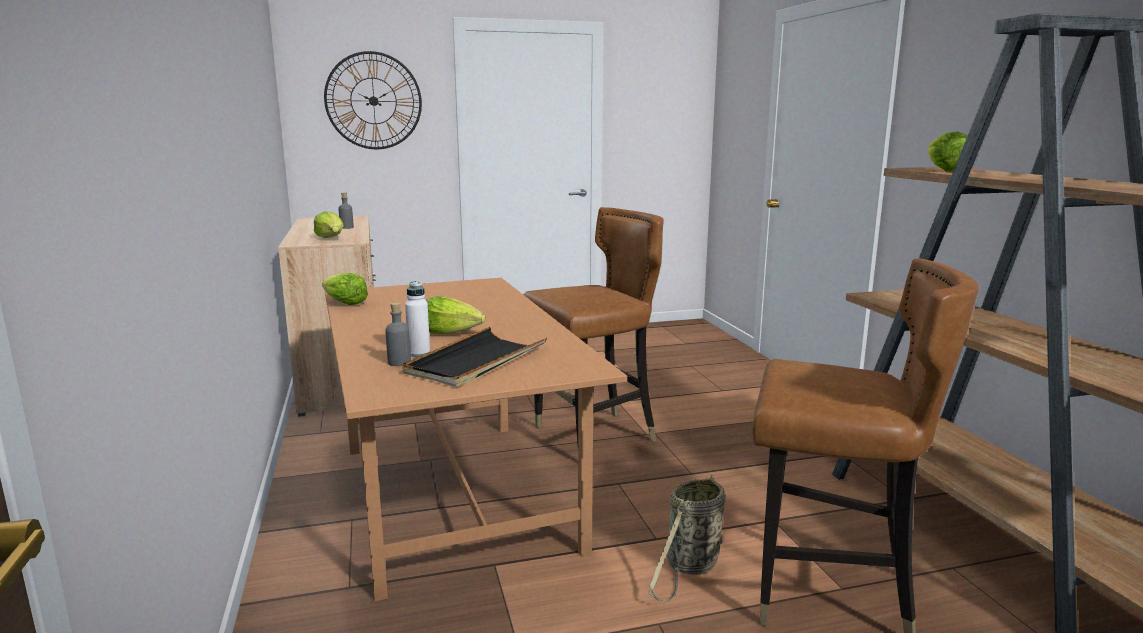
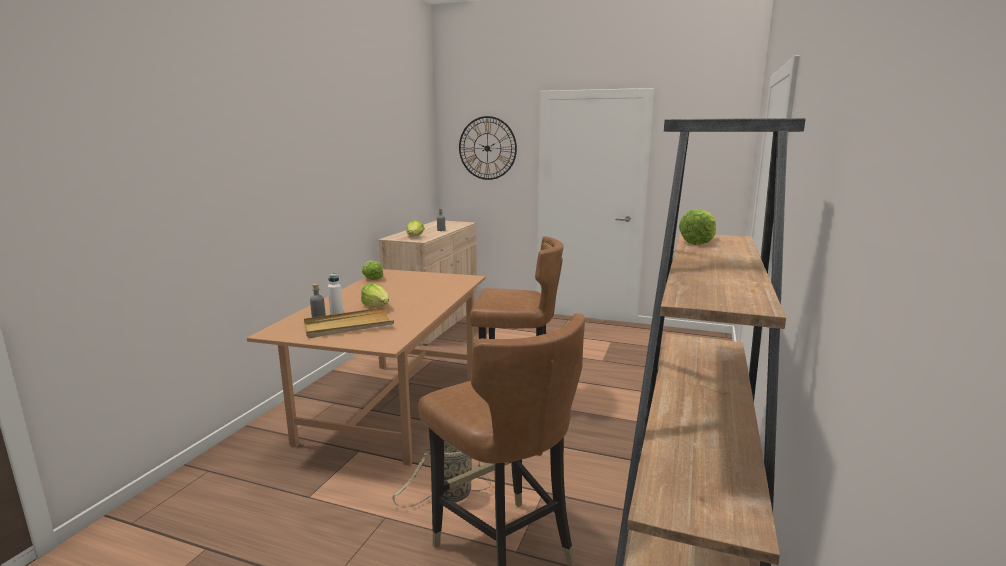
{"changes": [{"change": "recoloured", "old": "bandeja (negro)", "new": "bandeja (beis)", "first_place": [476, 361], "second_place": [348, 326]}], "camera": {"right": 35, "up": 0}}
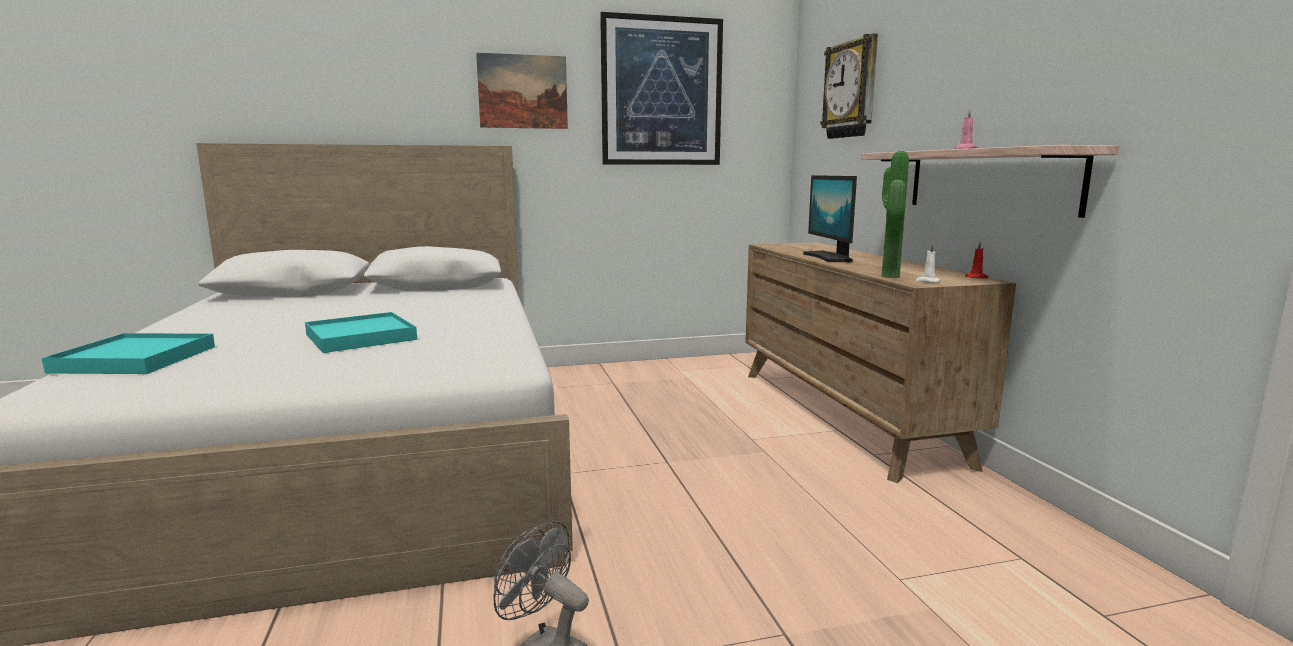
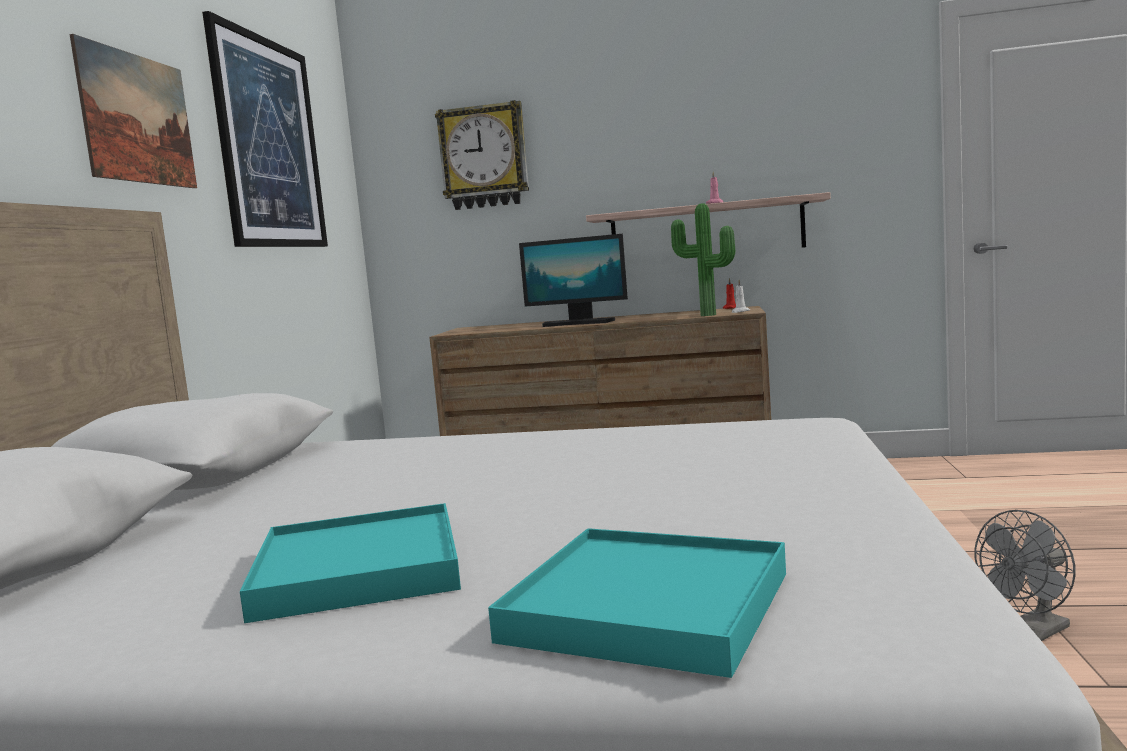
{"changes": [{"change": "moved", "old": "bandeja (turquesa)", "first_place": [360, 337], "second_place": [358, 570]}], "camera": {"right": -65, "up": -5}}
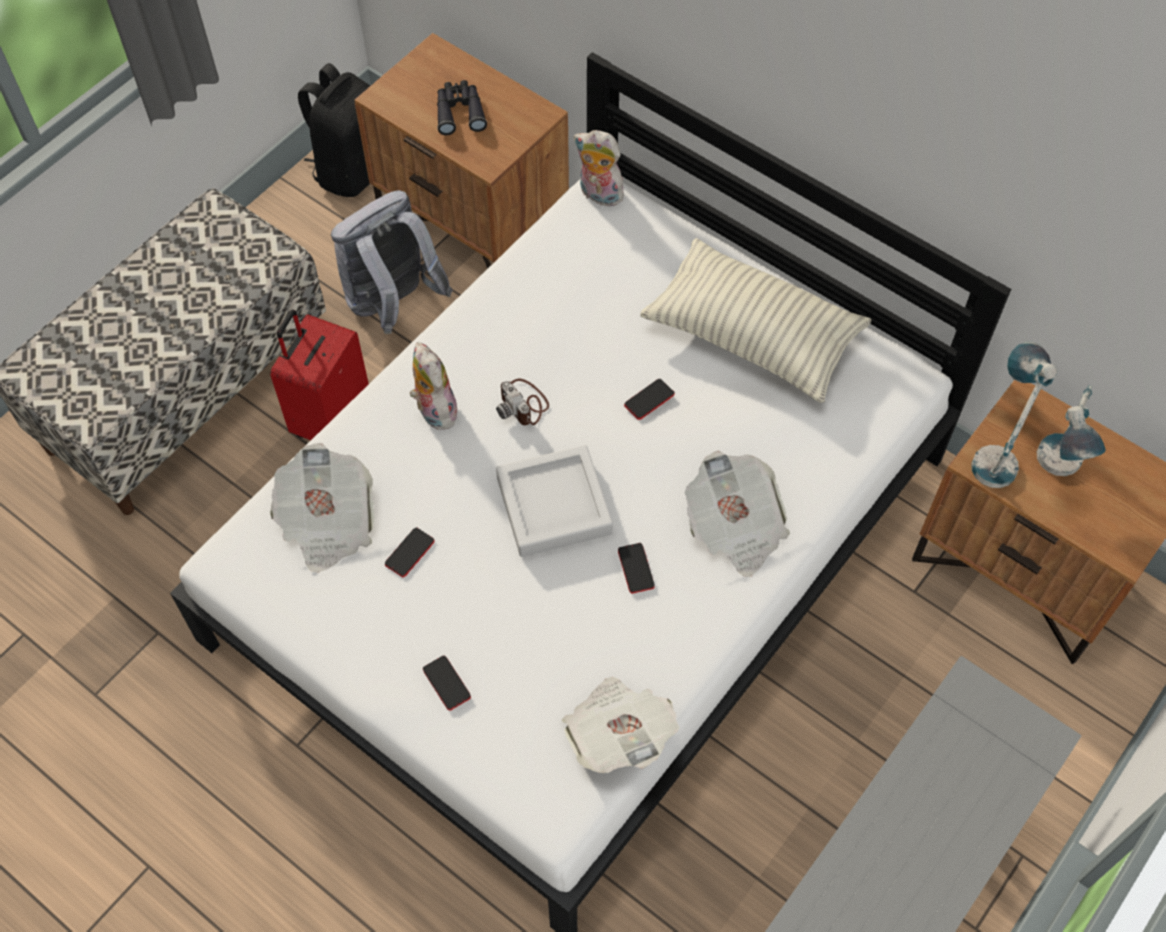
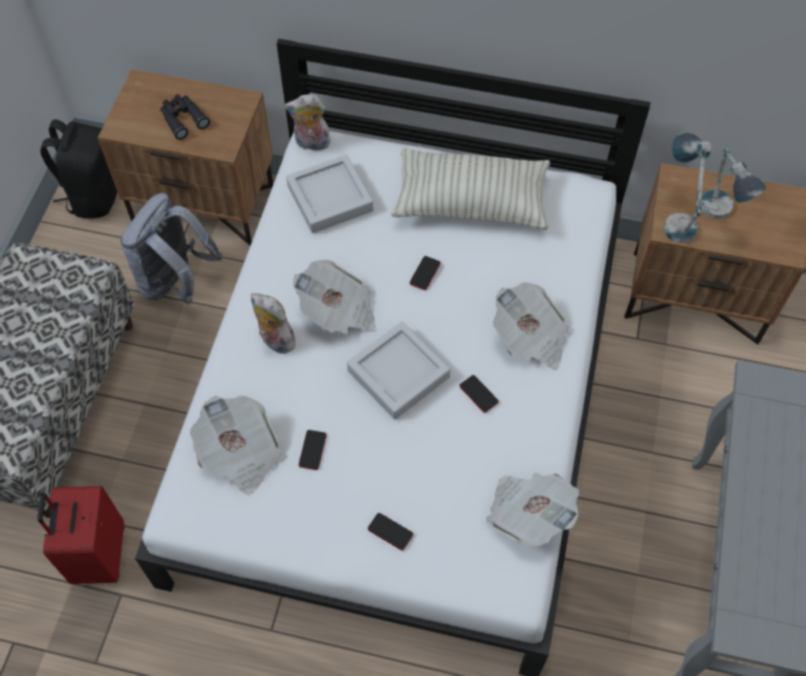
{"changes": [{"change": "added", "new": "bandeja (gris)", "second_place": [330, 198]}, {"change": "moved", "old": "maleta (rojo)", "first_place": [330, 419], "second_place": [99, 555]}, {"change": "replaced", "old": "cámara", "new": "periódico", "first_place": [523, 404], "second_place": [338, 311]}], "camera": {"right": -25, "up": 0}}
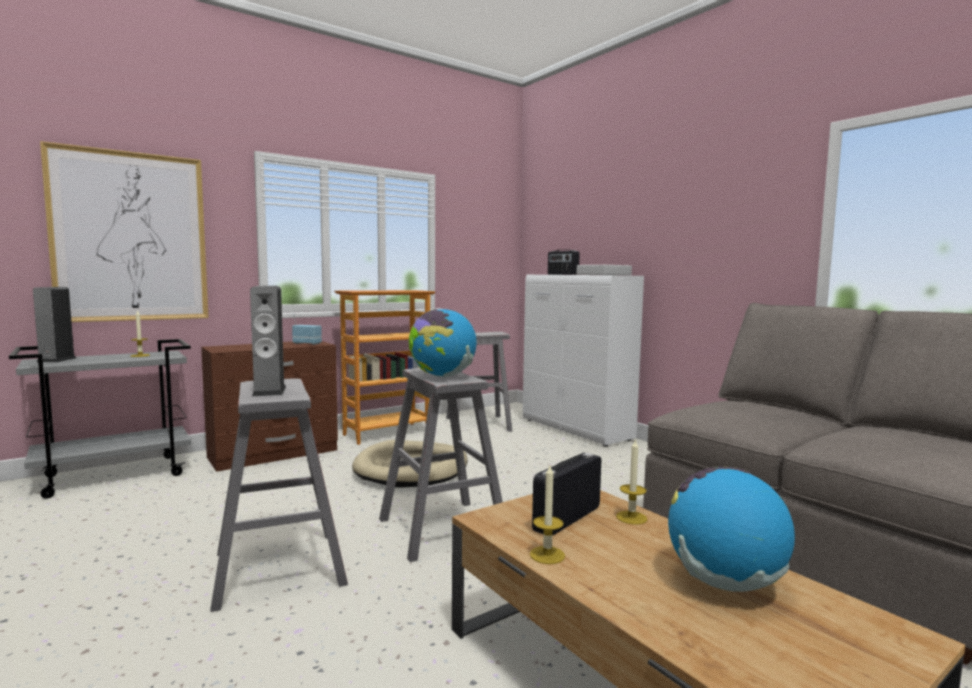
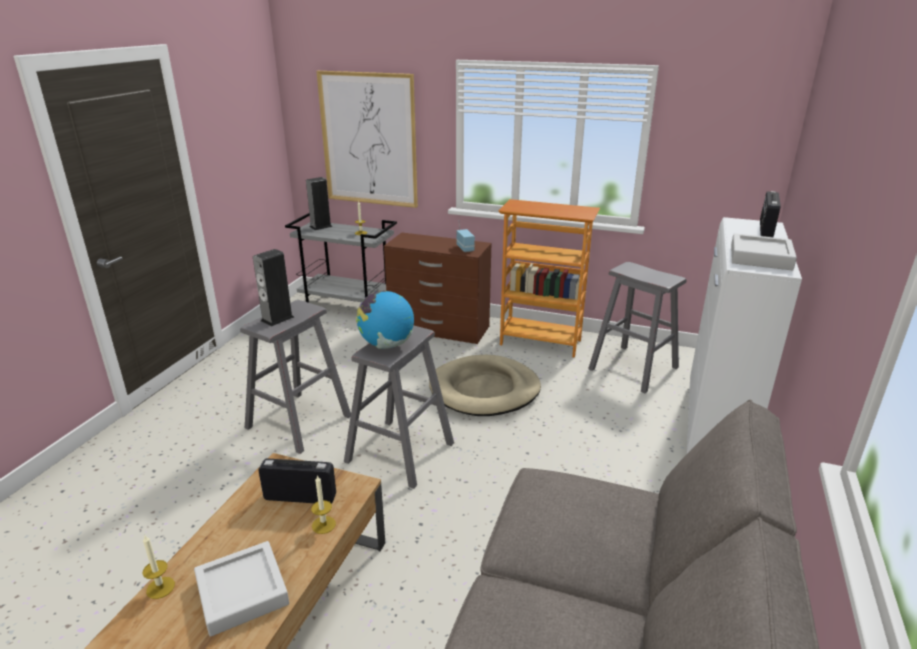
{"changes": [{"change": "moved", "old": "vela", "first_place": [547, 555], "second_place": [160, 587]}, {"change": "replaced", "old": "globo terráqueo", "new": "bandeja (gris)", "first_place": [725, 583], "second_place": [242, 592]}], "camera": {"right": 55, "up": 20}}
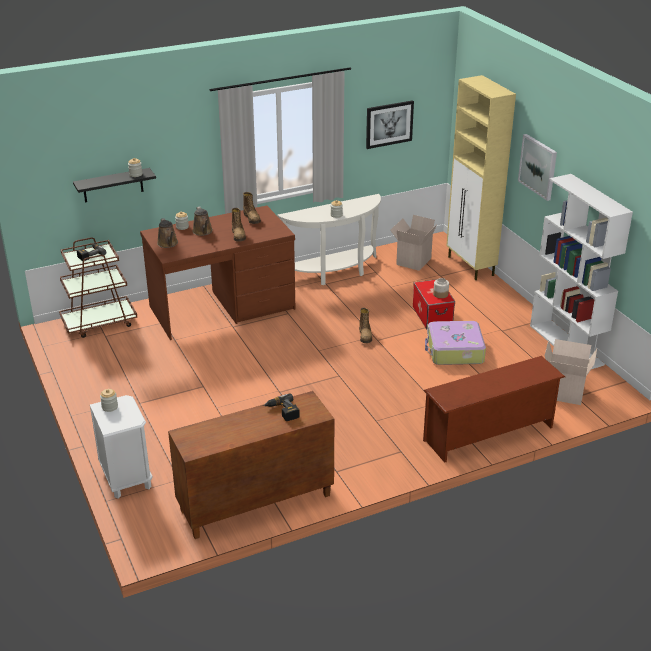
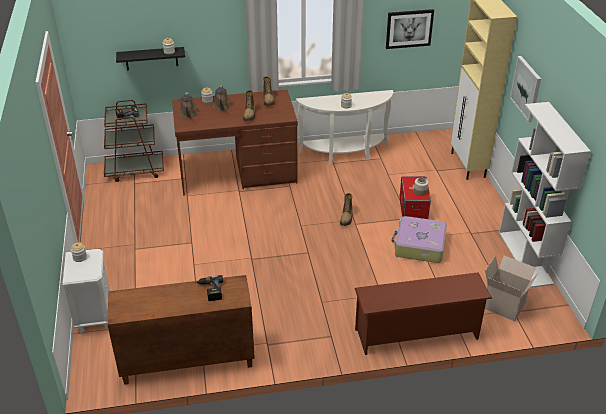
{"changes": [{"change": "removed", "old": "caja de cartón", "first_place": [413, 261]}], "camera": {"right": 15, "up": 5}}
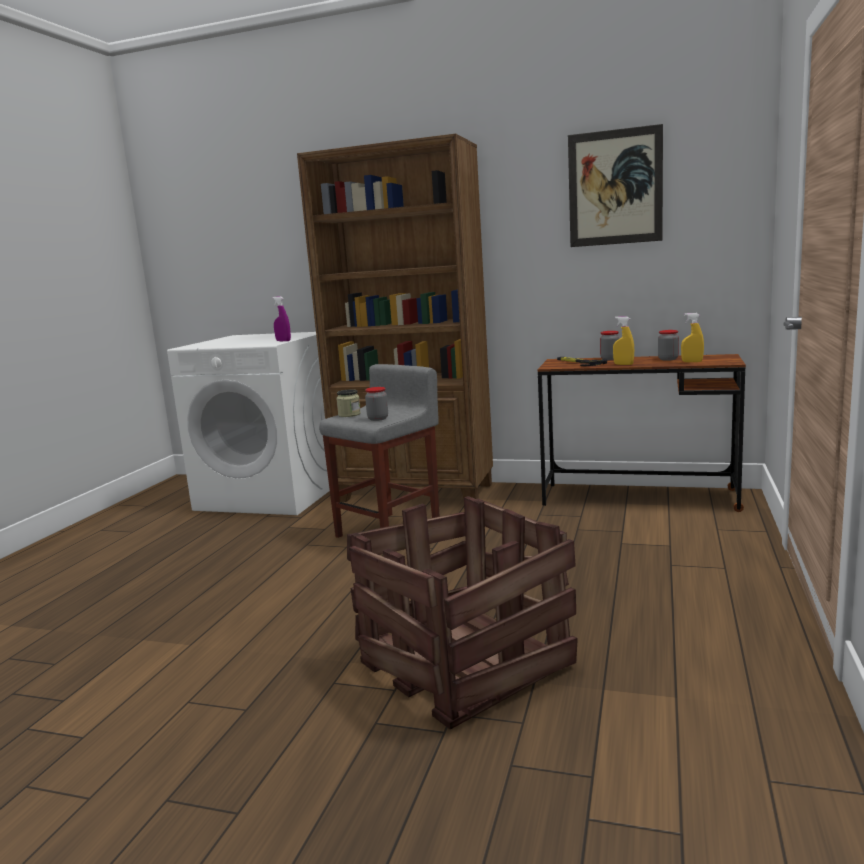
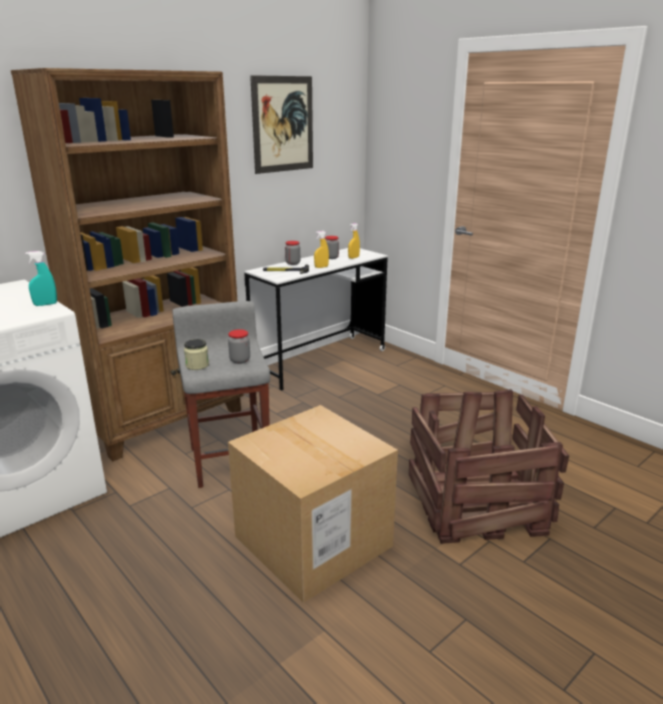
{"changes": [{"change": "added", "new": "caja de cartón", "second_place": [313, 541]}, {"change": "recoloured", "old": "pulverizador (morado)", "new": "pulverizador (turquesa)", "first_place": [283, 341], "second_place": [45, 304]}, {"change": "recoloured", "old": "escritorio (marrón)", "new": "escritorio (blanco)", "first_place": [638, 497], "second_place": [320, 361]}], "camera": {"right": -60, "up": 10}}
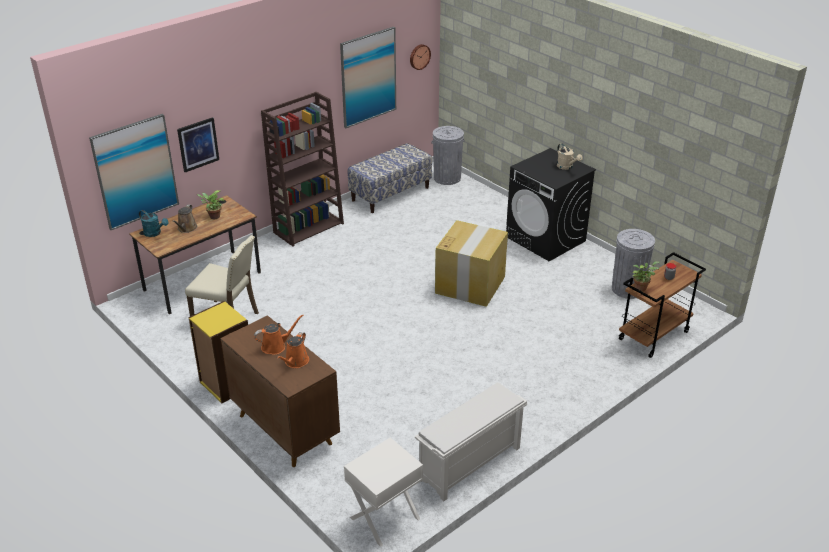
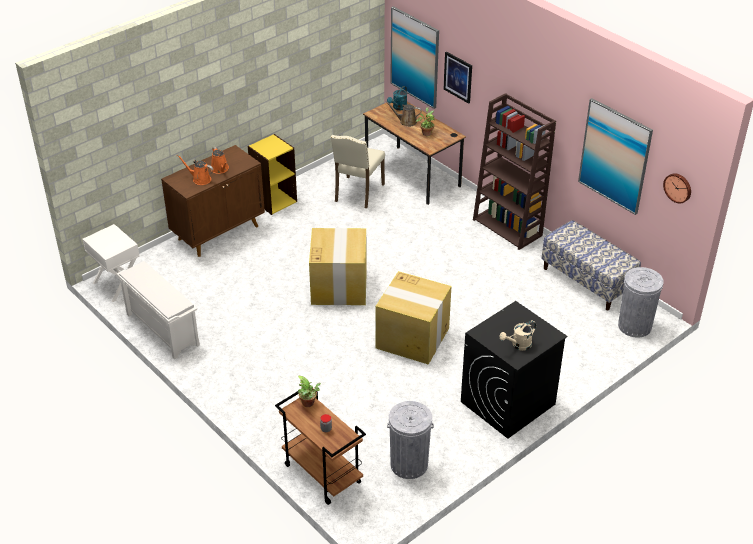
{"changes": [{"change": "added", "new": "caja de cartón", "second_place": [339, 286]}], "camera": {"right": 90, "up": 5}}
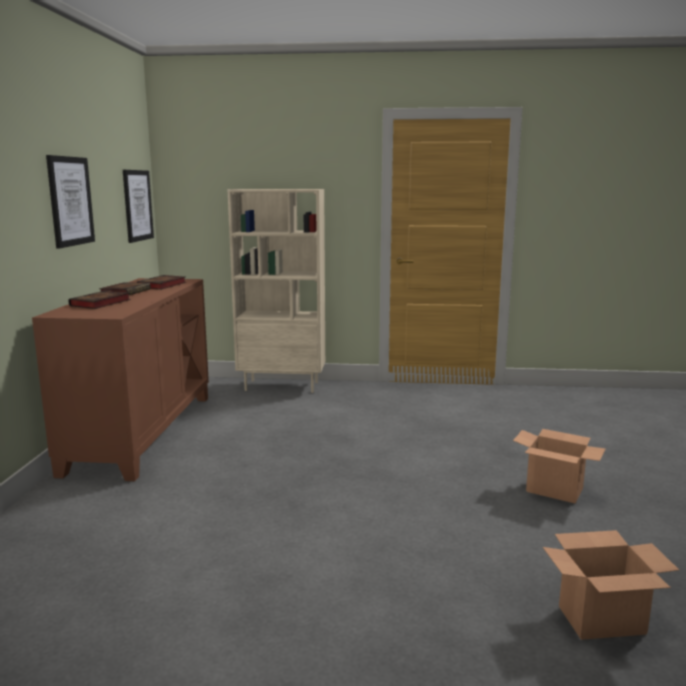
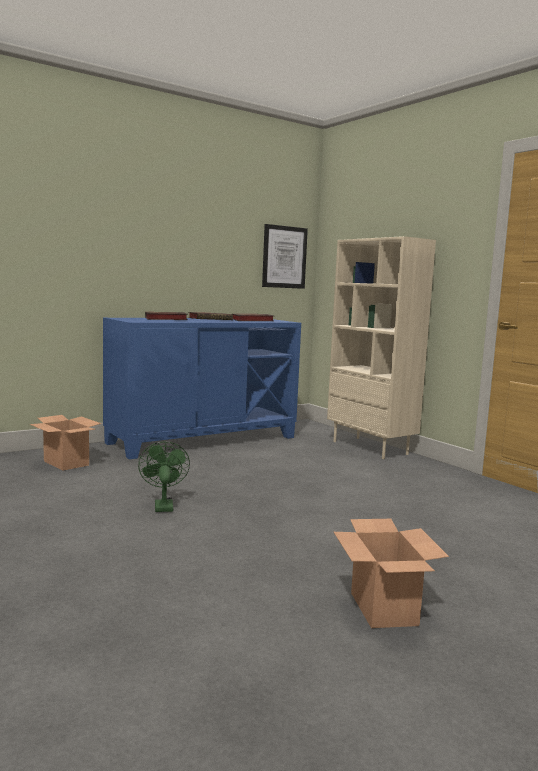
{"changes": [{"change": "removed", "old": "cuadro", "first_place": [70, 201]}, {"change": "added", "new": "ventilador (verde)", "second_place": [163, 505]}, {"change": "moved", "old": "caja de cartón", "first_place": [602, 620], "second_place": [66, 463]}, {"change": "recoloured", "old": "armario (marrón)", "new": "armario (azul)", "first_place": [141, 432], "second_place": [203, 440]}], "camera": {"right": 50, "up": -5}}
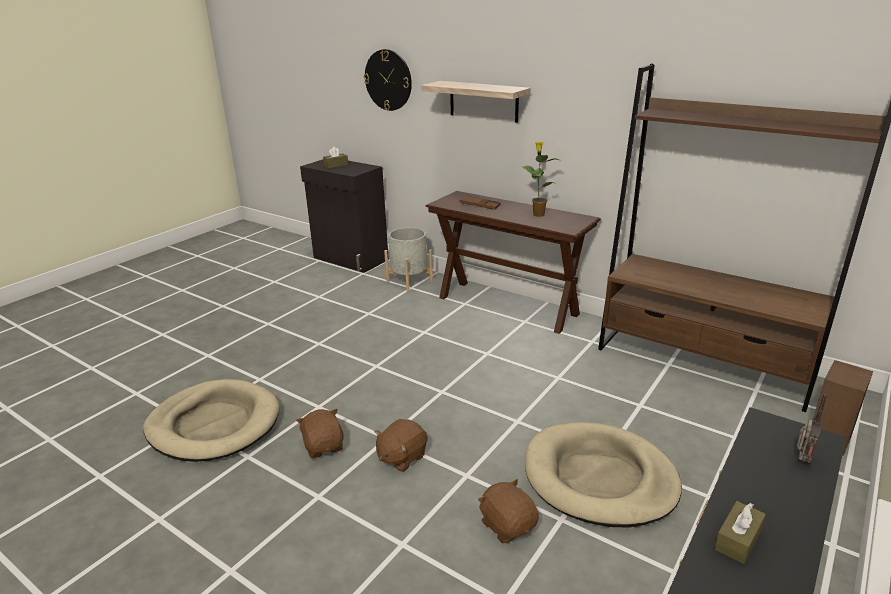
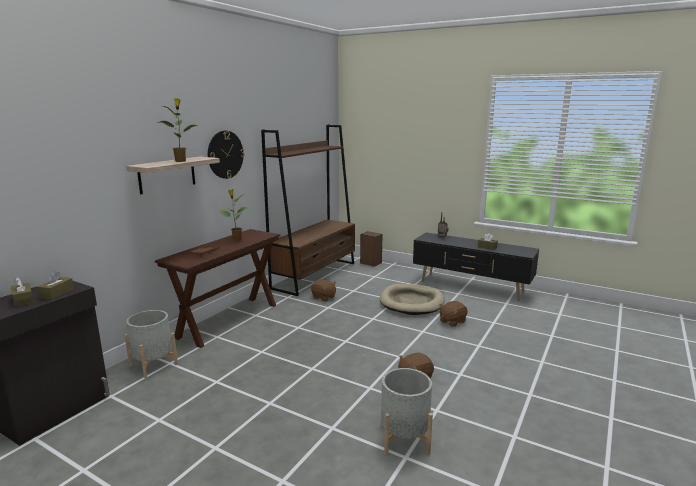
{"changes": [{"change": "added", "new": "caja de pañuelos (marrón)", "second_place": [57, 293]}, {"change": "added", "new": "planta en maceta", "second_place": [181, 161]}, {"change": "moved", "old": "reloj de pared", "first_place": [388, 80], "second_place": [225, 154]}, {"change": "moved", "old": "peluche (marrón)", "first_place": [401, 457], "second_place": [323, 297]}, {"change": "replaced", "old": "cama para perro (beis)", "new": "maceta (gris)", "first_place": [214, 424], "second_place": [404, 439]}], "camera": {"right": -95, "up": -10}}
